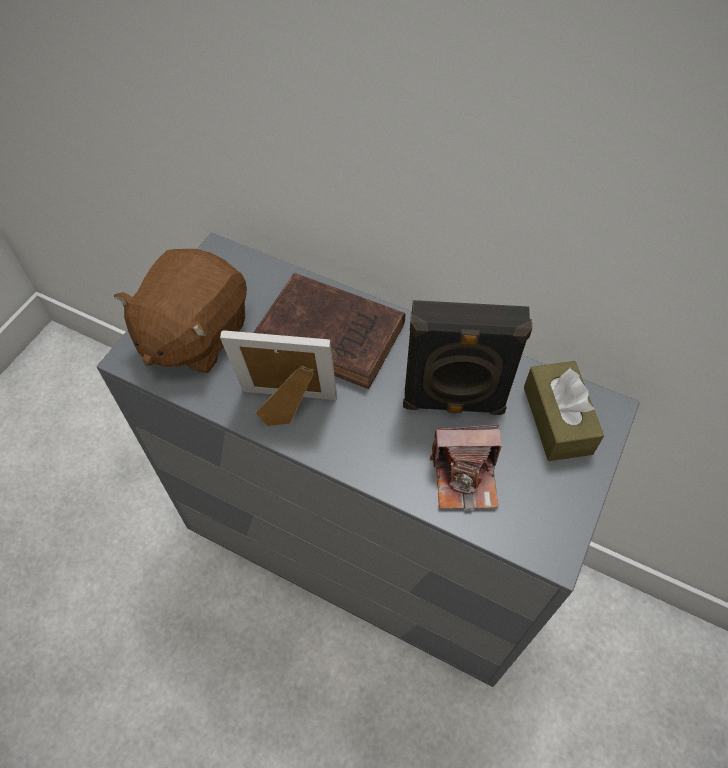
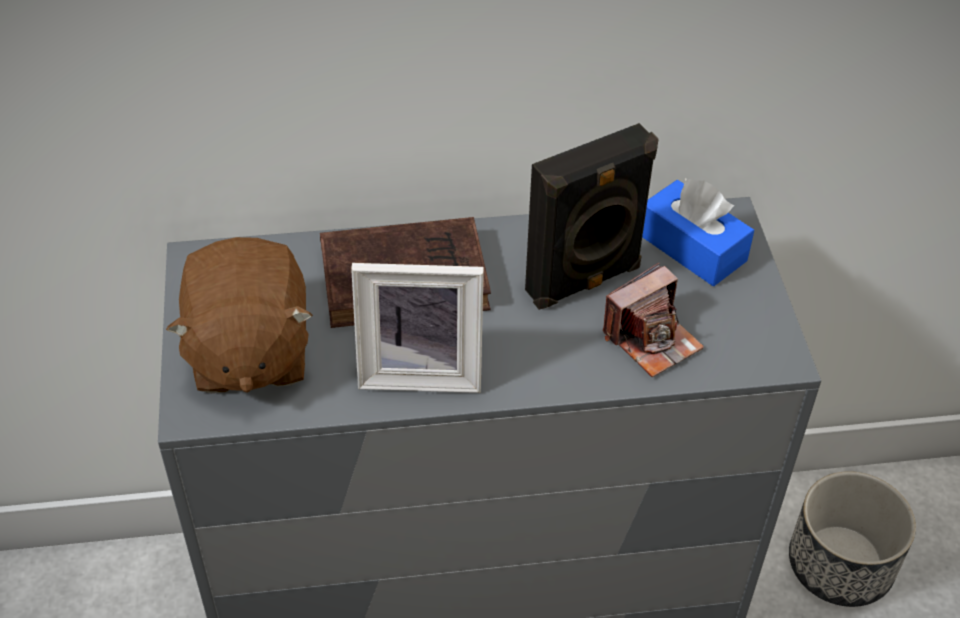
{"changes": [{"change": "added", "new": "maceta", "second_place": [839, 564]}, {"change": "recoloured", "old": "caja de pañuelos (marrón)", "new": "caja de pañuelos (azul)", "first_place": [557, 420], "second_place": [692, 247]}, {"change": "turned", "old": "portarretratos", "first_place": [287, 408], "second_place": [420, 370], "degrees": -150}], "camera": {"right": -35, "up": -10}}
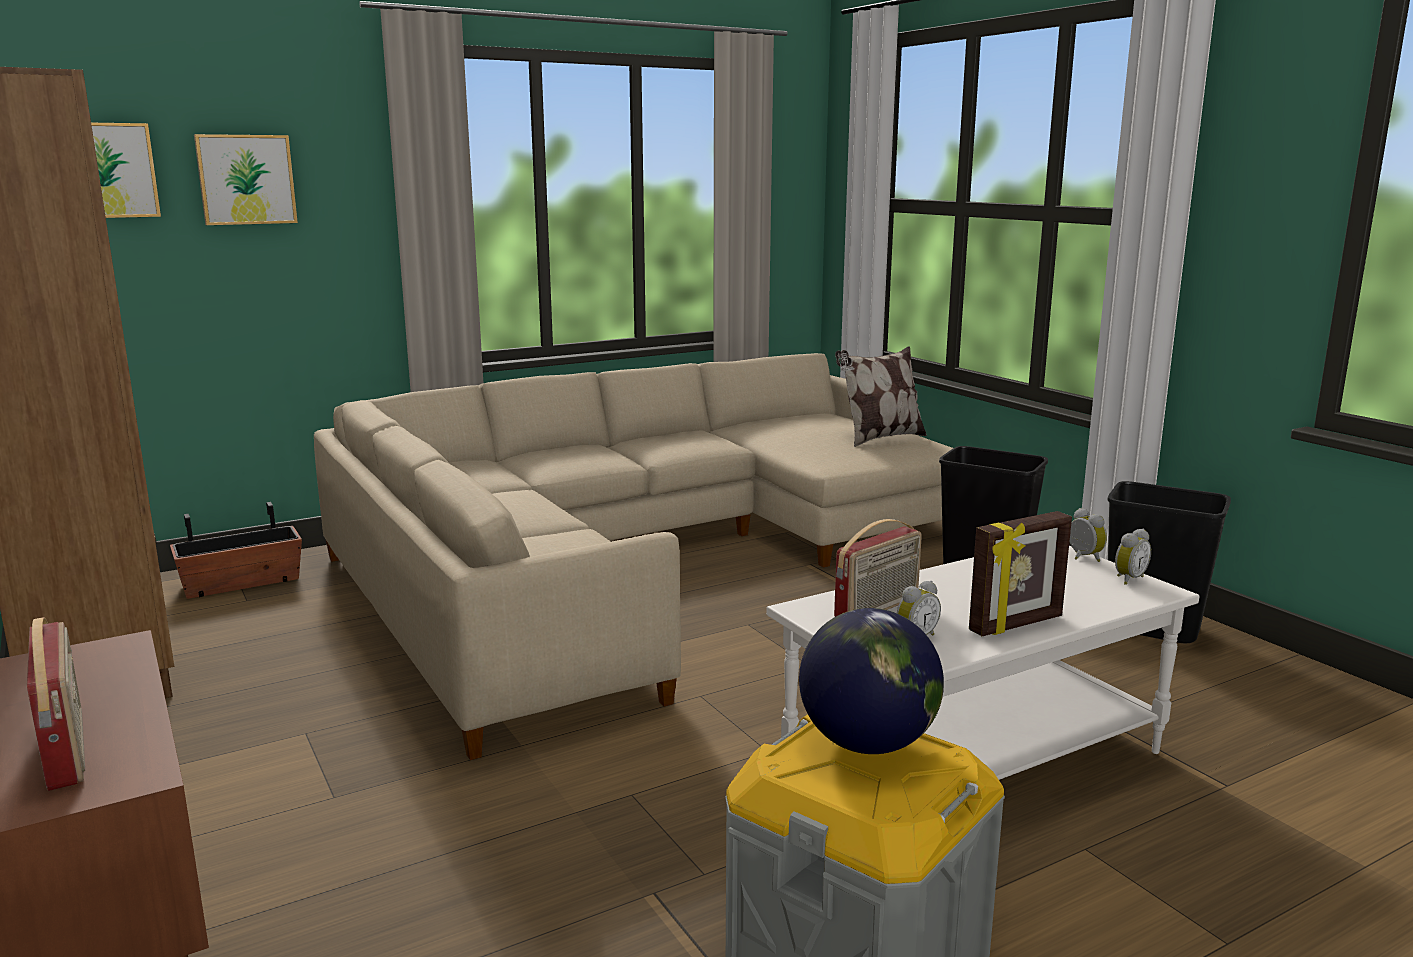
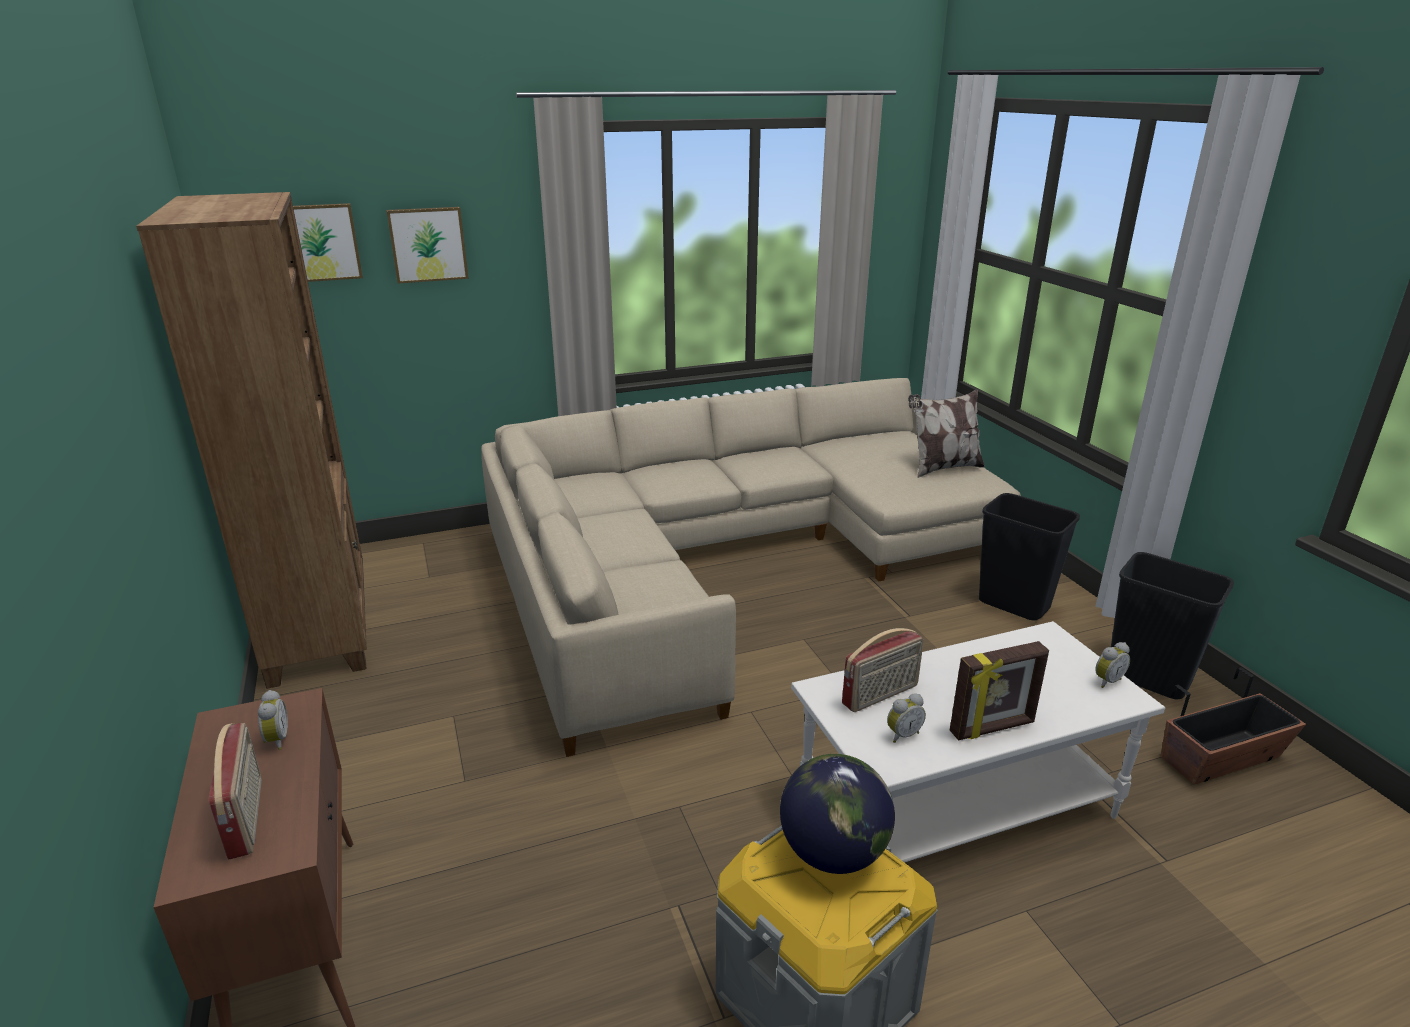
{"changes": [{"change": "moved", "old": "maceta", "first_place": [241, 583], "second_place": [1221, 758]}, {"change": "moved", "old": "despertador", "first_place": [1082, 558], "second_place": [275, 740]}], "camera": {"right": 10, "up": 10}}
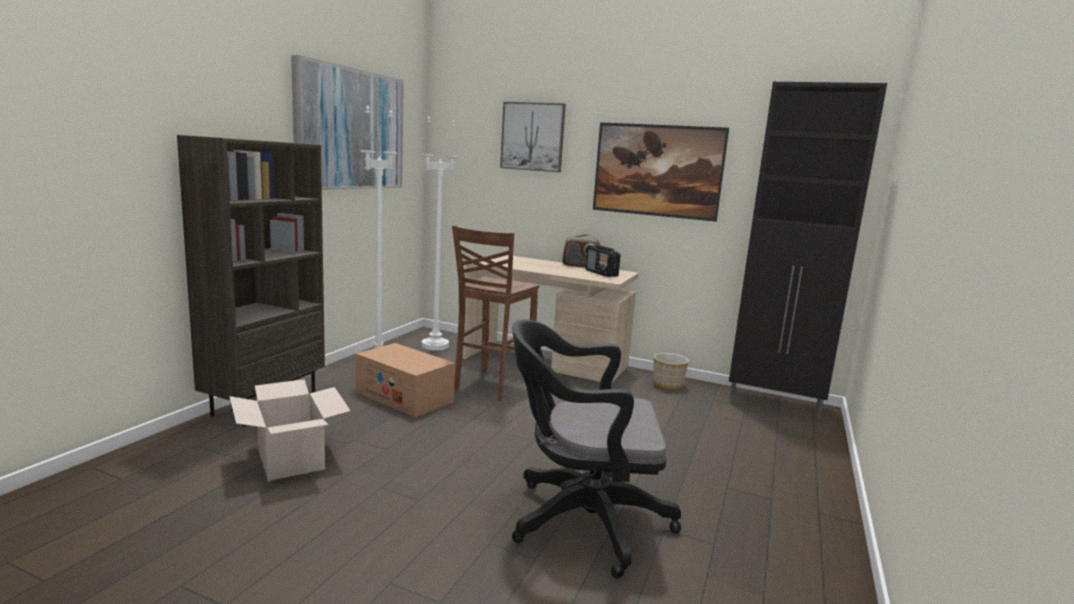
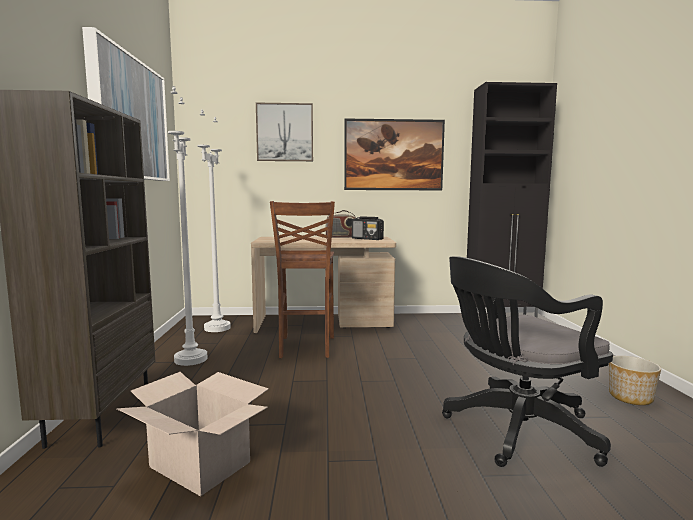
{"changes": [{"change": "removed", "old": "caja de cartón", "first_place": [404, 397]}, {"change": "moved", "old": "maceta", "first_place": [668, 385], "second_place": [630, 397]}], "camera": {"right": -25, "up": -5}}
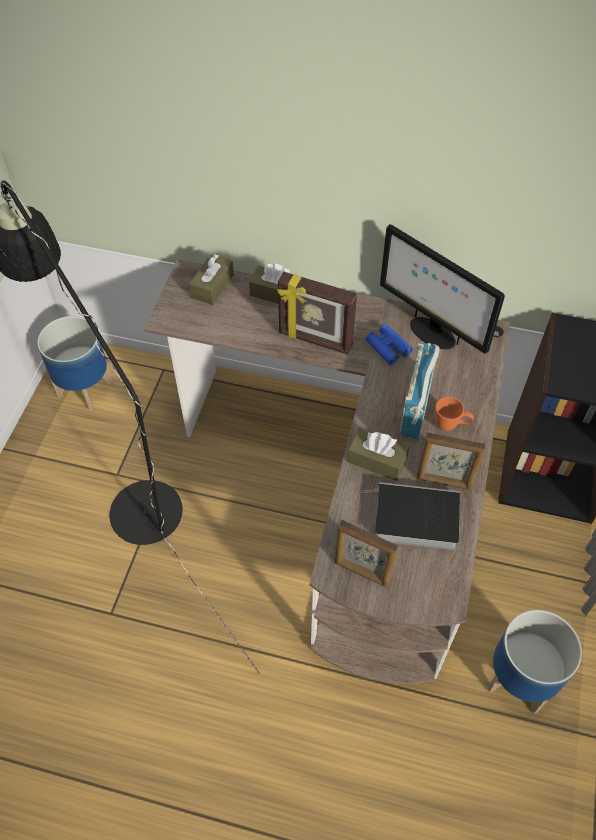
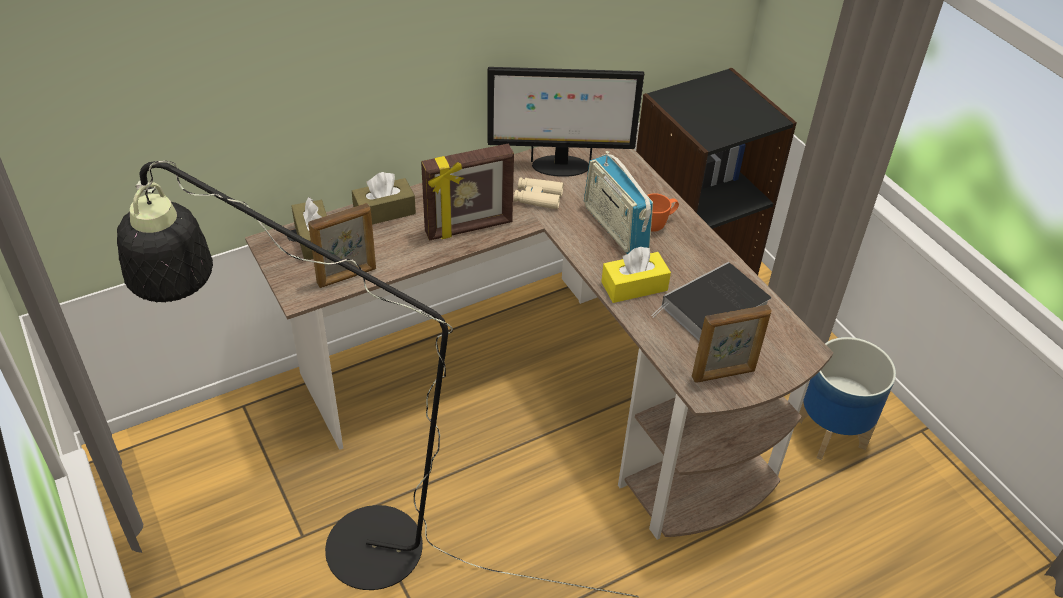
{"changes": [{"change": "removed", "old": "maceta", "first_place": [85, 389]}, {"change": "moved", "old": "portarretratos", "first_place": [444, 482], "second_place": [347, 276]}, {"change": "recoloured", "old": "caja de pañuelos (marrón)", "new": "caja de pañuelos (amarillo)", "first_place": [377, 460], "second_place": [634, 286]}, {"change": "recoloured", "old": "prismáticos (azul)", "new": "prismáticos (beis)", "first_place": [387, 347], "second_place": [538, 198]}], "camera": {"right": -45, "up": -10}}
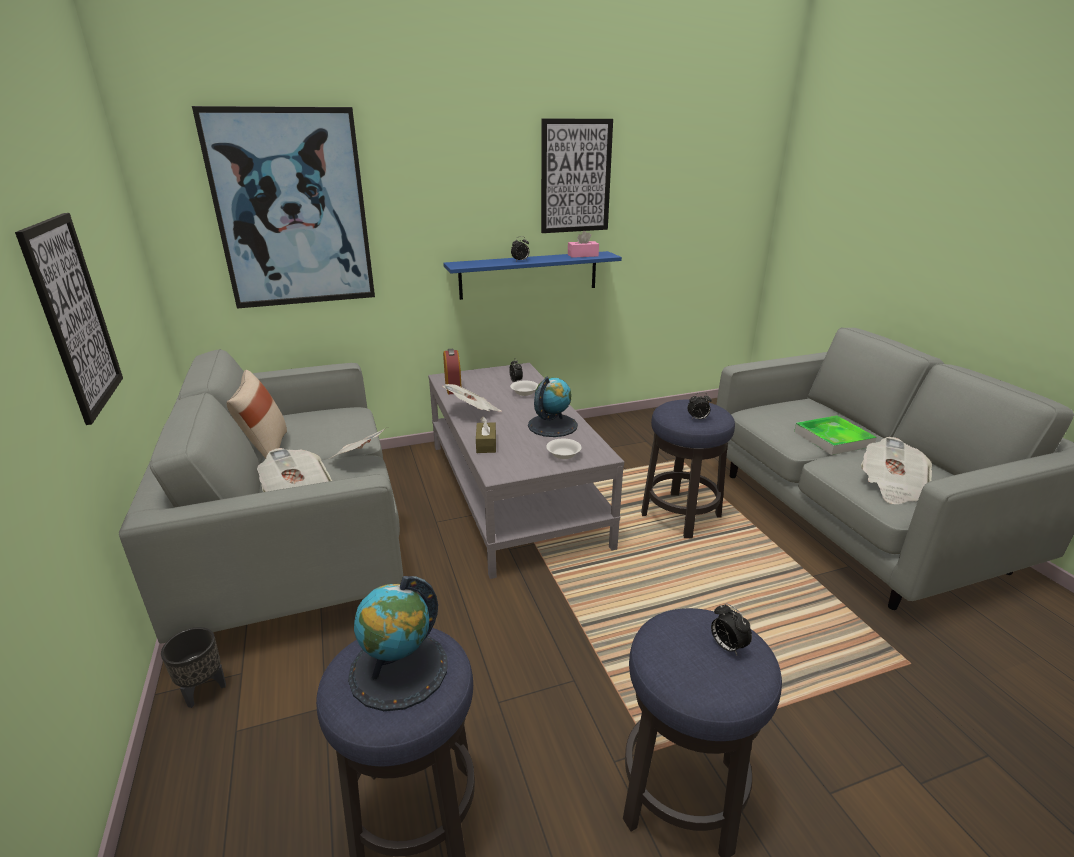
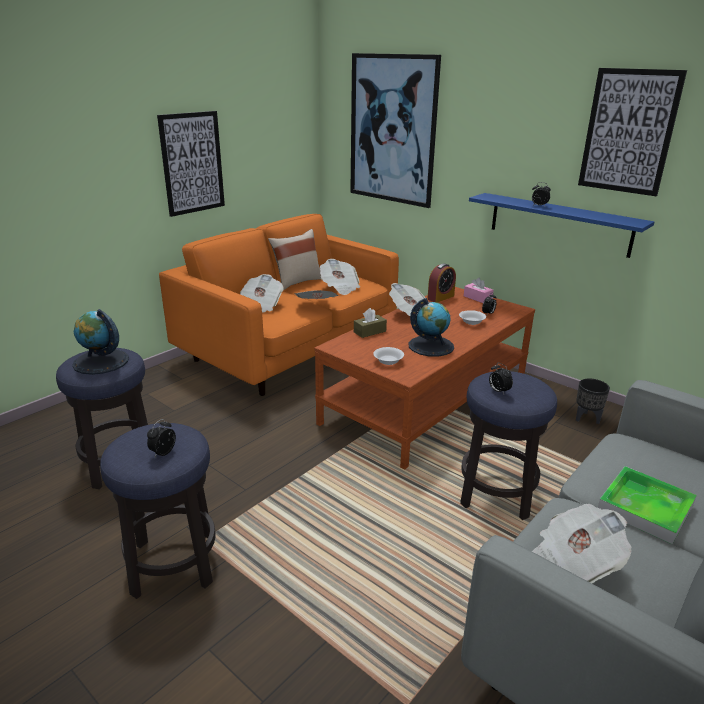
{"changes": [{"change": "added", "new": "periódico", "second_place": [340, 287]}, {"change": "moved", "old": "maceta (negro)", "first_place": [203, 691], "second_place": [586, 419]}, {"change": "moved", "old": "caja de pañuelos (rosa)", "first_place": [583, 255], "second_place": [477, 298]}, {"change": "recoloured", "old": "sofá (gris)", "new": "sofá (naranja)", "first_place": [298, 542], "second_place": [290, 349]}, {"change": "recoloured", "old": "mesa de centro (gris)", "new": "mesa de centro (marrón)", "first_place": [513, 491], "second_place": [427, 399]}], "camera": {"right": 60, "up": 0}}
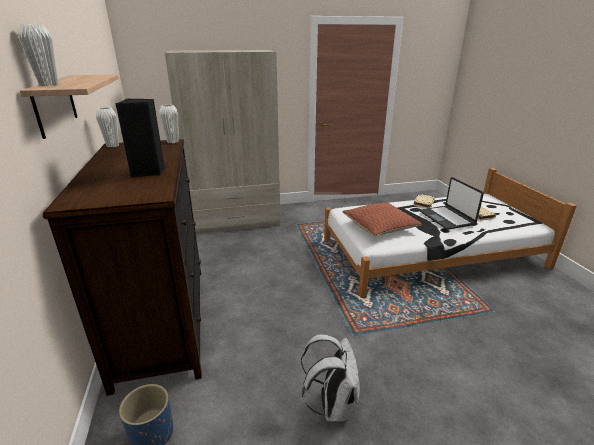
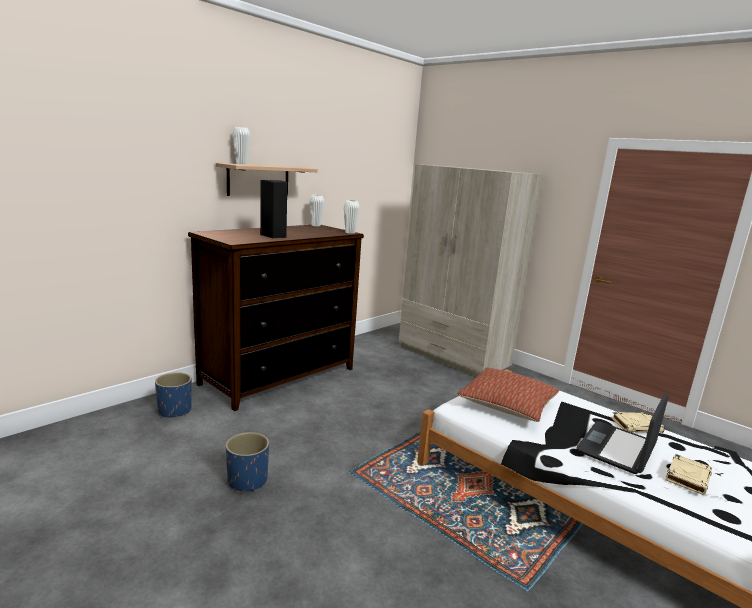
{"changes": [{"change": "replaced", "old": "mochila (blanco)", "new": "maceta (azul)", "first_place": [332, 405], "second_place": [247, 481]}], "camera": {"right": 55, "up": -10}}
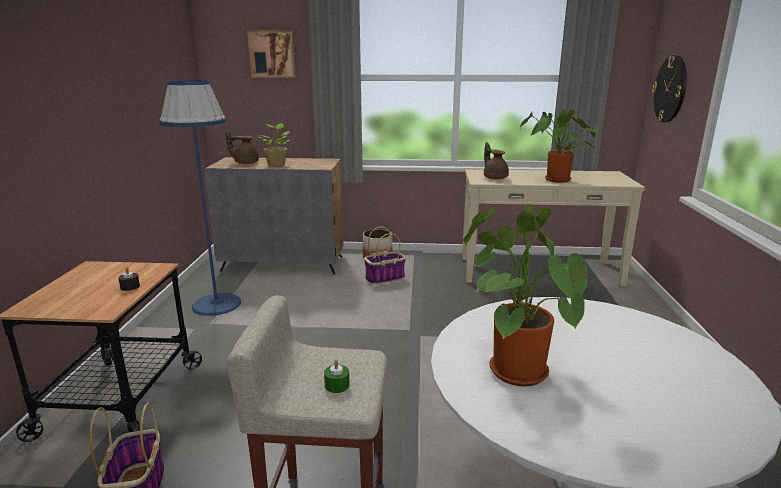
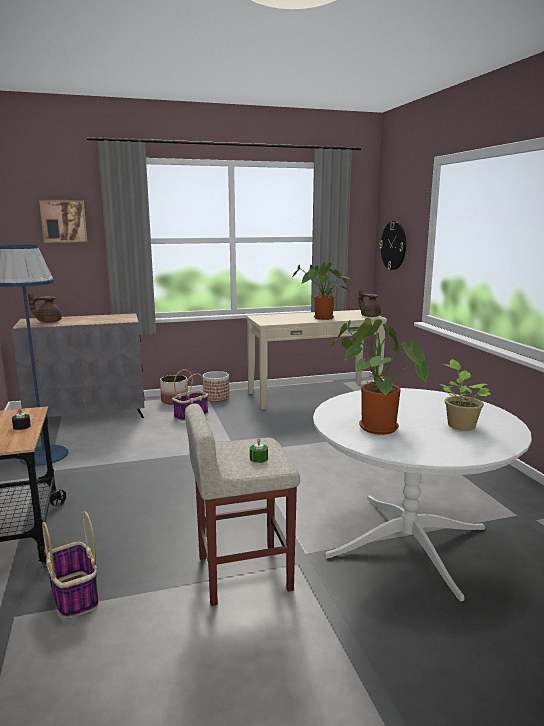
{"changes": [{"change": "added", "new": "maceta", "second_place": [216, 397]}, {"change": "moved", "old": "planta en maceta", "first_place": [277, 165], "second_place": [460, 425]}, {"change": "moved", "old": "tetera (marrón)", "first_place": [494, 178], "second_place": [369, 316]}], "camera": {"right": -20, "up": -5}}
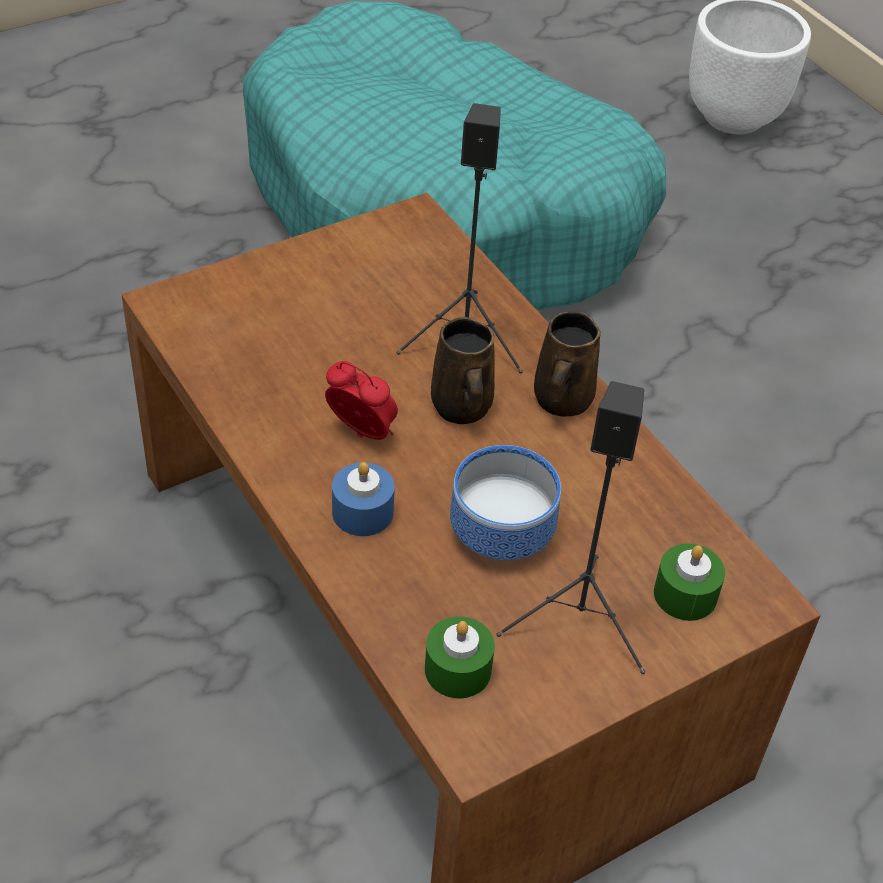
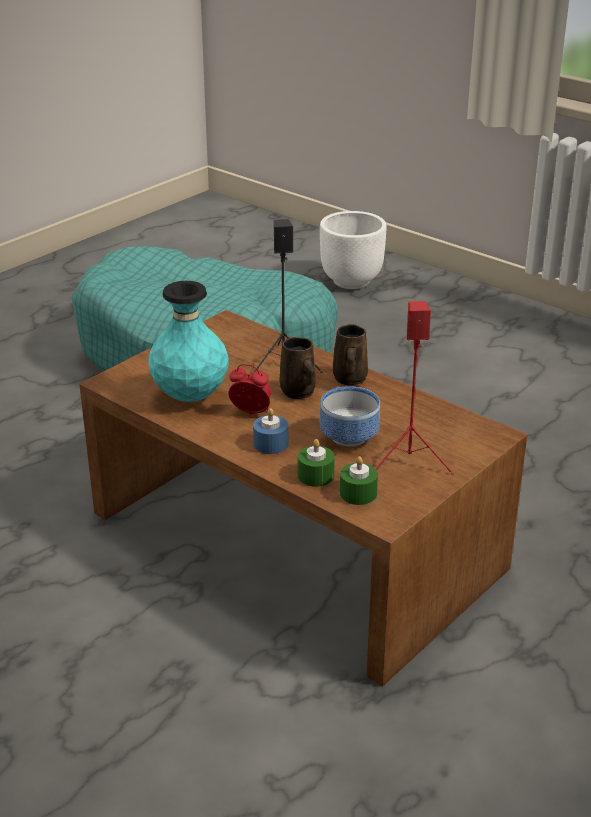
{"changes": [{"change": "added", "new": "florero (turquesa)", "second_place": [190, 397]}, {"change": "moved", "old": "vela (verde)", "first_place": [685, 594], "second_place": [315, 475]}, {"change": "recoloured", "old": "altavoz (negro)", "new": "altavoz (rojo)", "first_place": [581, 620], "second_place": [410, 461]}], "camera": {"right": -15, "up": -15}}
